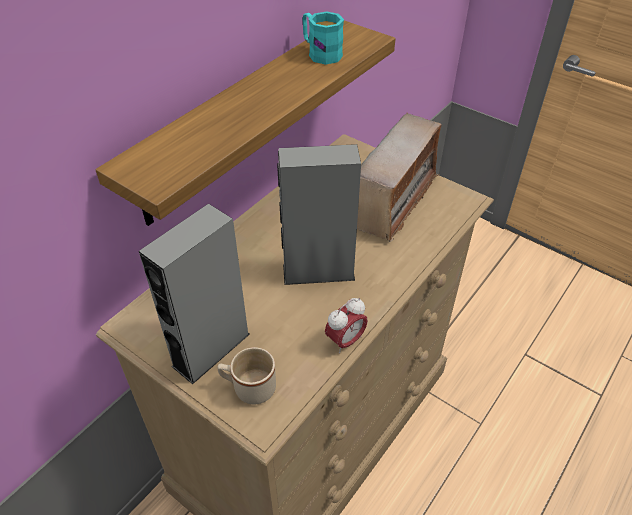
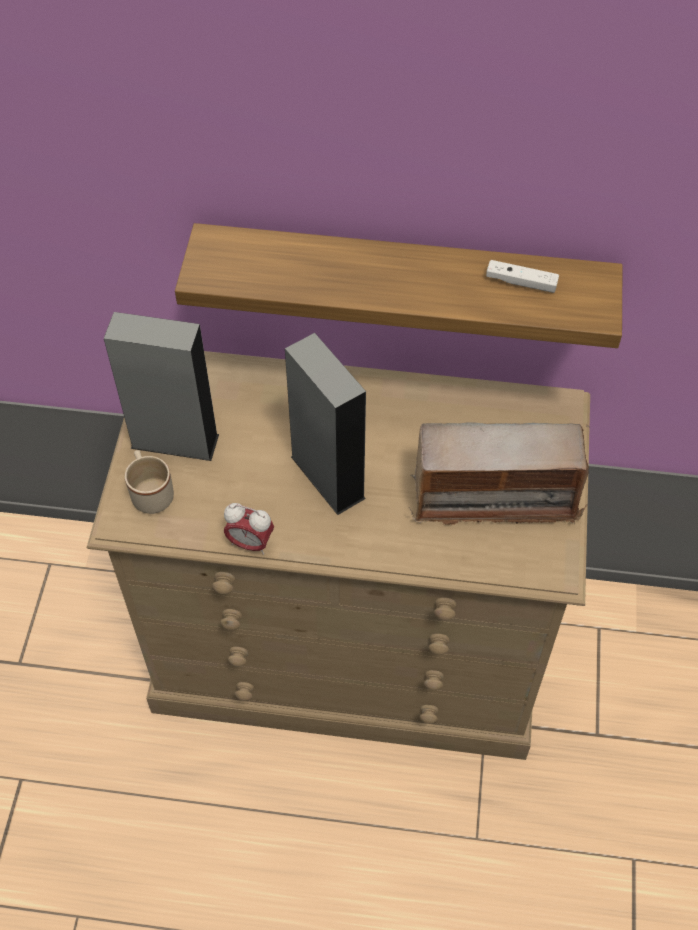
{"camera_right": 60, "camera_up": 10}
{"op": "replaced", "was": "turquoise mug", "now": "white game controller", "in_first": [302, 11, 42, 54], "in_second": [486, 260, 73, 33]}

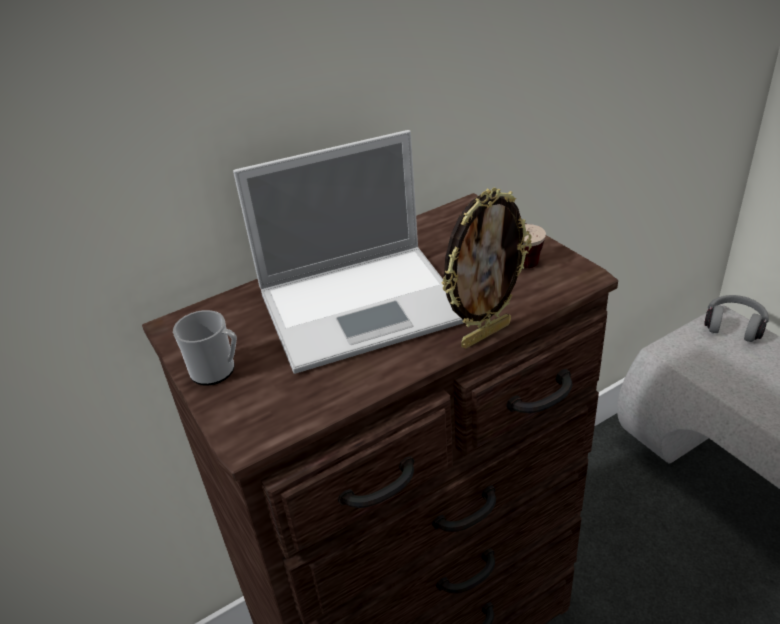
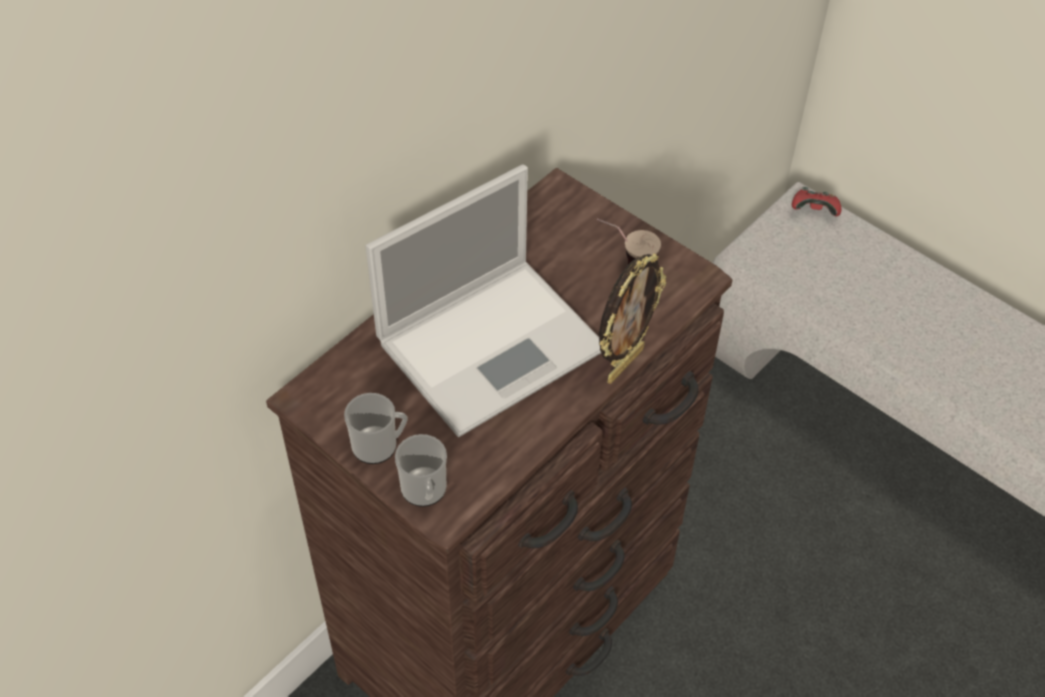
{"camera_right": -20, "camera_up": 15}
{"op": "added", "now": "mug", "in_second": [395, 434, 52, 73]}
{"op": "replaced", "was": "grey headphones", "now": "red game controller", "in_first": [704, 295, 65, 47], "in_second": [792, 187, 49, 29]}

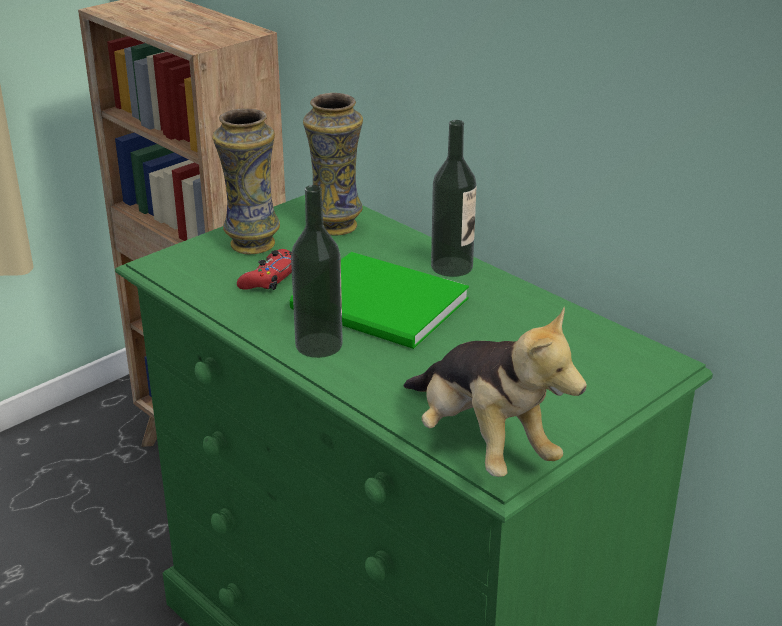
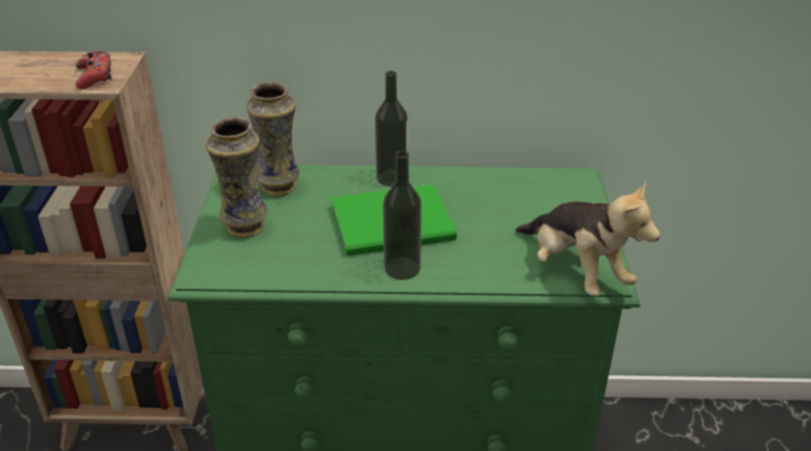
{"camera_right": -45, "camera_up": 5}
{"op": "moved", "was": "red game controller", "in_first": [237, 249, 55, 41], "in_second": [76, 51, 36, 38]}
{"op": "turned", "was": "plush toy", "in_first": [404, 307, 183, 170], "in_second": [515, 181, 145, 115], "clockwise": 45}

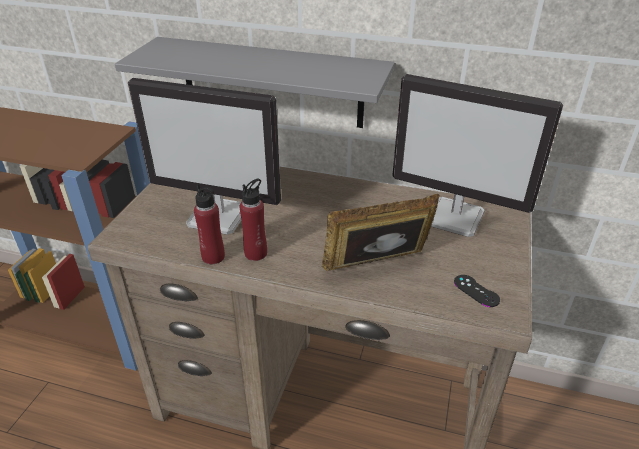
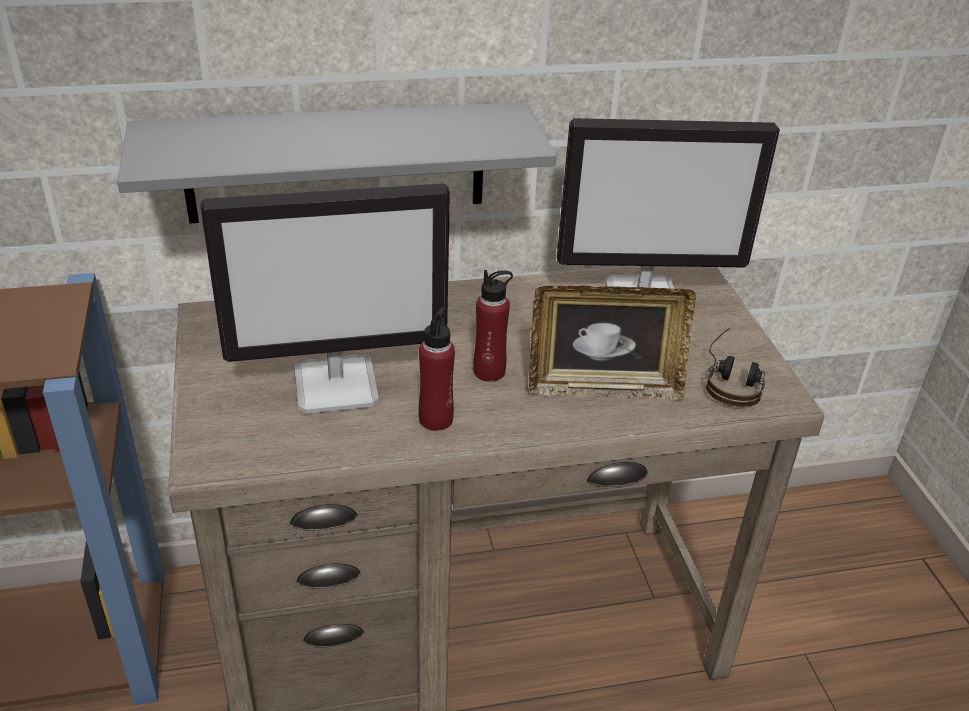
{"camera_right": -30, "camera_up": 0}
{"op": "moved", "was": "red bottle", "in_first": [194, 184, 31, 80], "in_second": [473, 270, 40, 112]}
{"op": "replaced", "was": "black game controller", "now": "headphones", "in_first": [454, 275, 46, 32], "in_second": [706, 328, 59, 79]}
{"op": "turned", "was": "picture frame", "in_first": [322, 194, 118, 77], "in_second": [529, 285, 167, 115], "clockwise": -135}

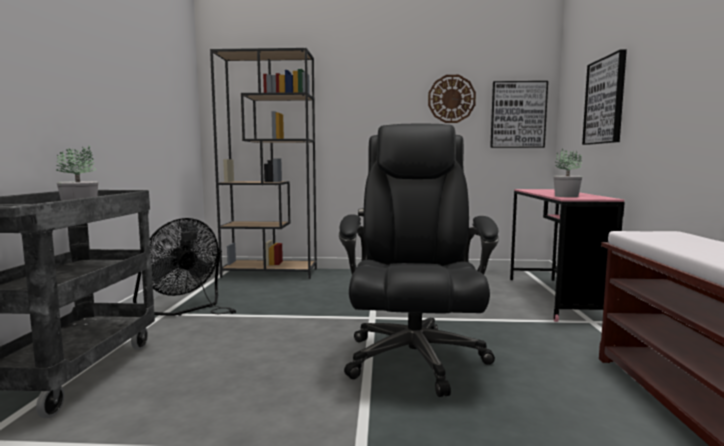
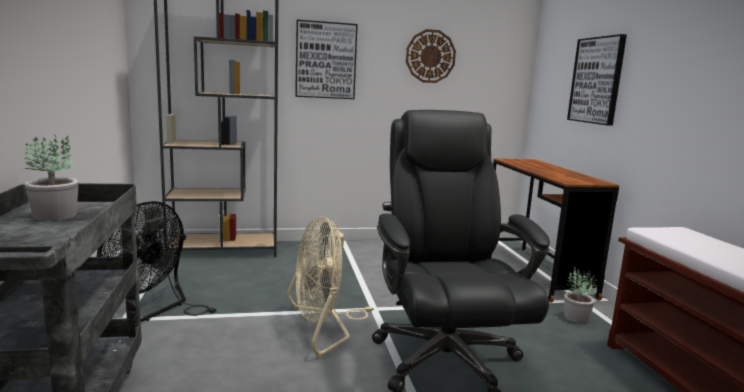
{"camera_right": -15, "camera_up": 5}
{"op": "added", "now": "beige fan", "in_second": [288, 217, 86, 142]}
{"op": "moved", "was": "picture", "in_first": [490, 81, 58, 67], "in_second": [295, 20, 63, 79]}
{"op": "moved", "was": "potted plant", "in_first": [553, 149, 29, 48], "in_second": [564, 267, 33, 56]}
{"op": "recoloured", "was": "pink desk", "now": "brown desk", "in_first": [510, 189, 115, 133], "in_second": [493, 159, 126, 143]}

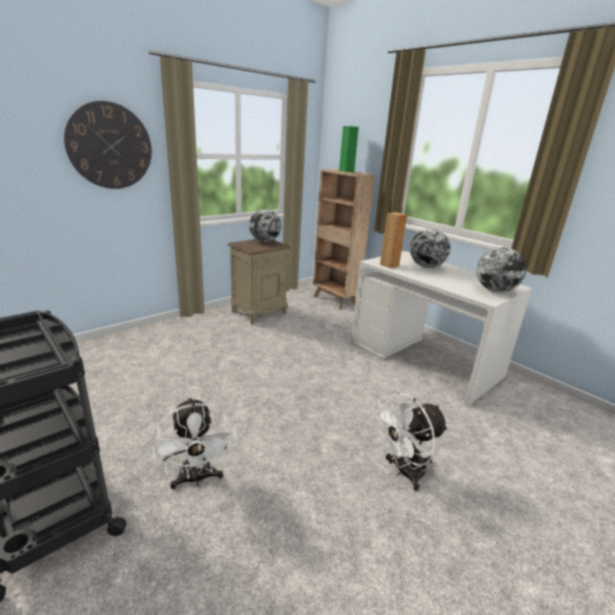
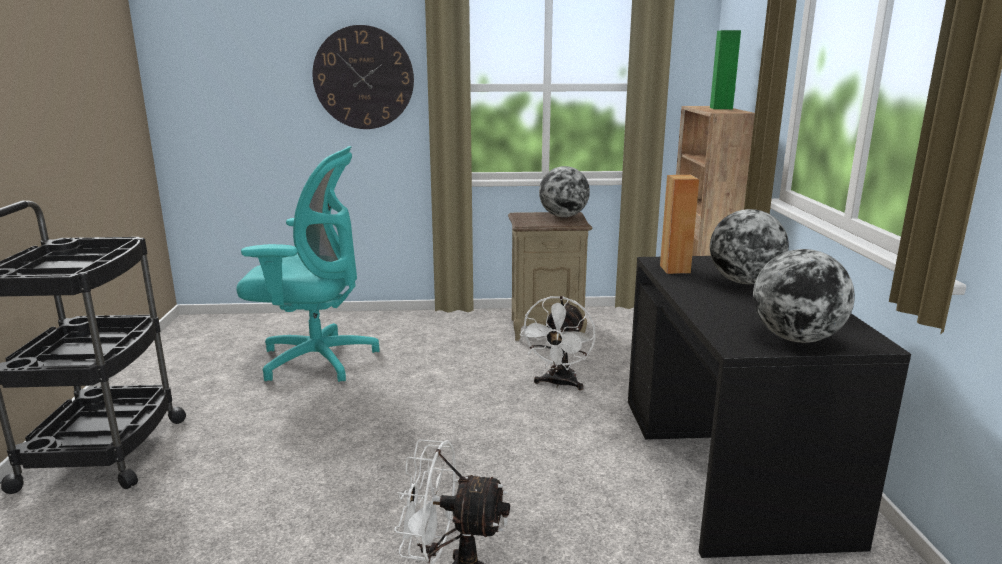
{"camera_right": 40, "camera_up": -5}
{"op": "added", "now": "turquoise office chair", "in_second": [236, 146, 143, 236]}
{"op": "moved", "was": "white fan", "in_first": [153, 397, 83, 92], "in_second": [520, 296, 76, 94]}
{"op": "recoloured", "was": "white desk", "now": "black desk", "in_first": [351, 251, 181, 155], "in_second": [628, 256, 283, 302]}

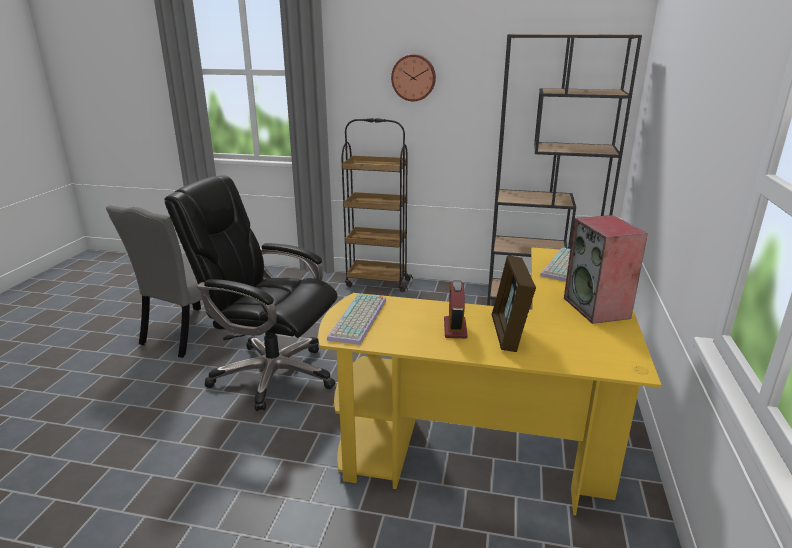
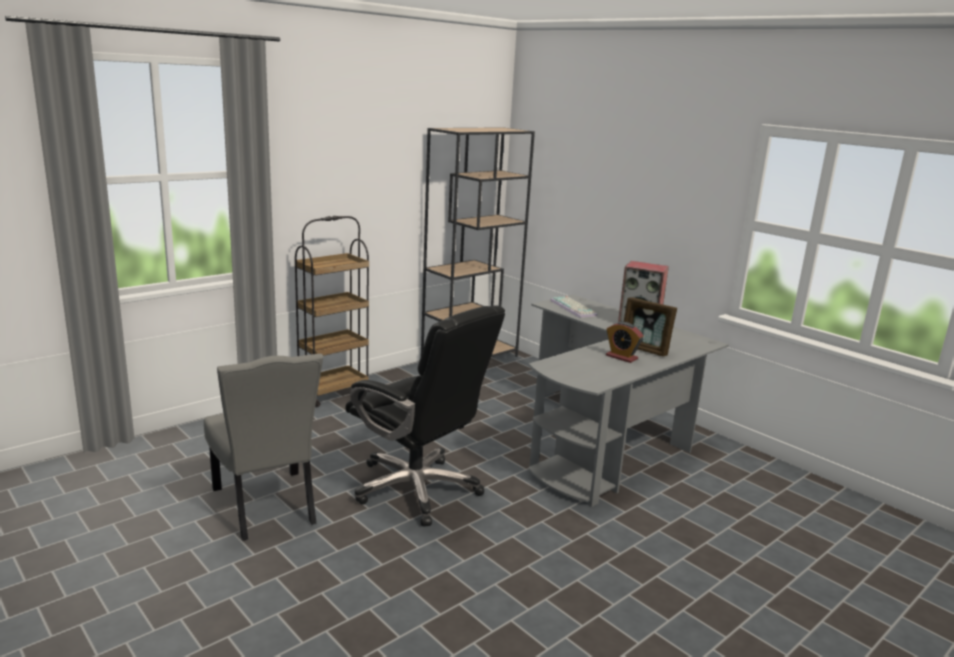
{"camera_right": -55, "camera_up": -5}
{"op": "removed", "was": "keyboard", "in_first": [327, 294, 59, 51]}
{"op": "removed", "was": "wall clock", "in_first": [391, 54, 45, 47]}
{"op": "recoloured", "was": "yellow desk", "now": "grey desk", "in_first": [318, 247, 343, 268], "in_second": [528, 294, 201, 213]}
{"op": "turned", "was": "black office chair", "in_first": [164, 175, 174, 236], "in_second": [345, 305, 160, 222], "clockwise": -105}

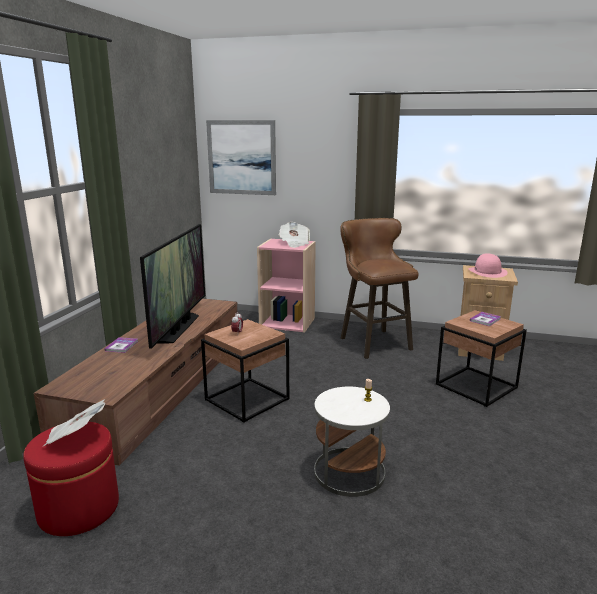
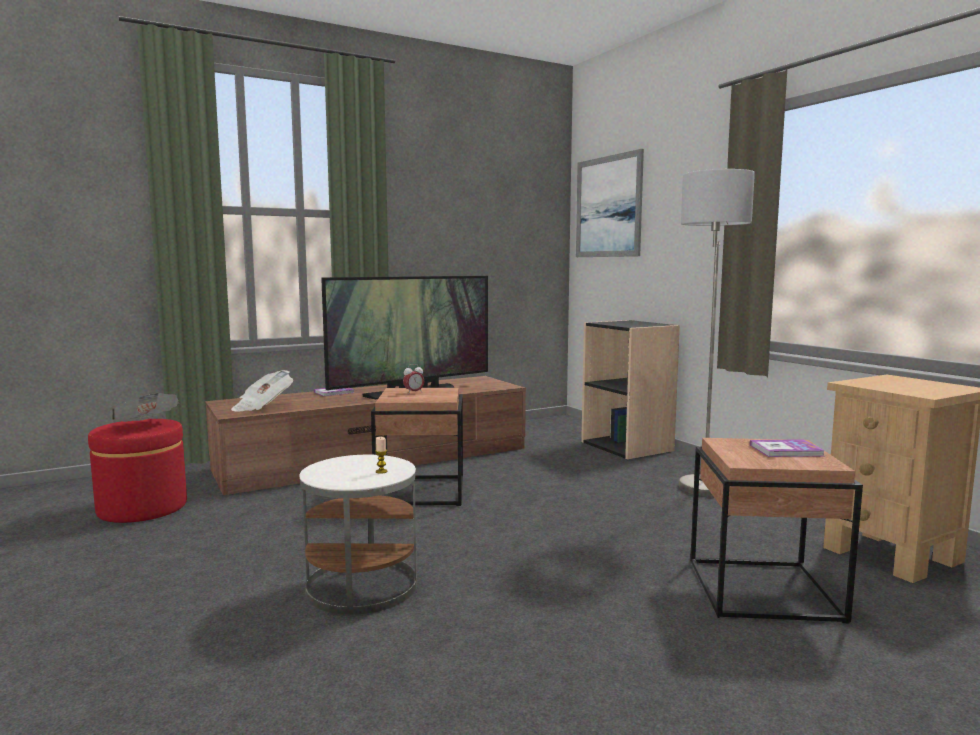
{"camera_right": 45, "camera_up": -10}
{"op": "removed", "was": "pink hat", "in_first": [469, 253, 39, 25]}
{"op": "moved", "was": "newspaper", "in_first": [278, 222, 32, 26], "in_second": [231, 370, 62, 42]}
{"op": "replaced", "was": "brown stool", "now": "grey floor lamp", "in_first": [340, 218, 79, 141], "in_second": [679, 169, 76, 328]}
{"op": "recoloured", "was": "pink bookcase", "now": "black bookcase", "in_first": [257, 239, 59, 93], "in_second": [581, 320, 99, 139]}

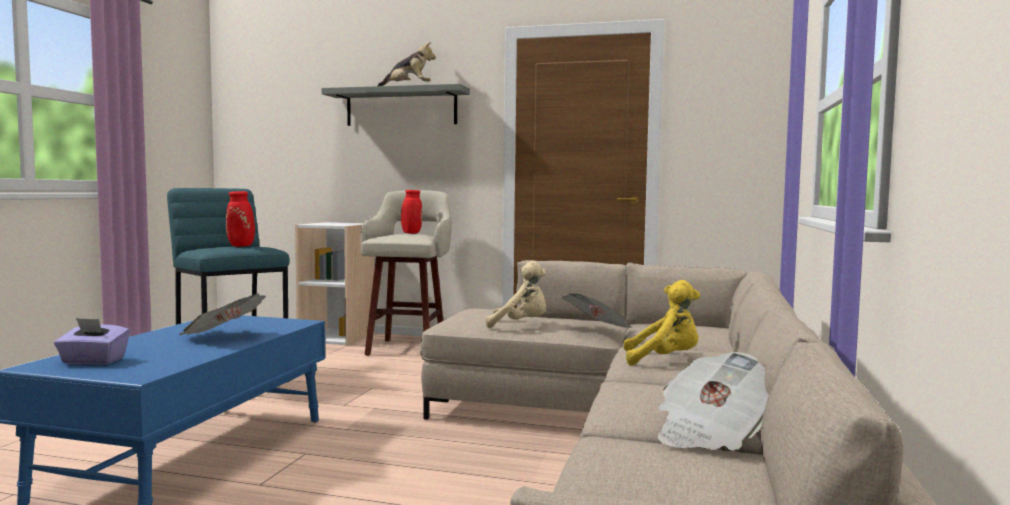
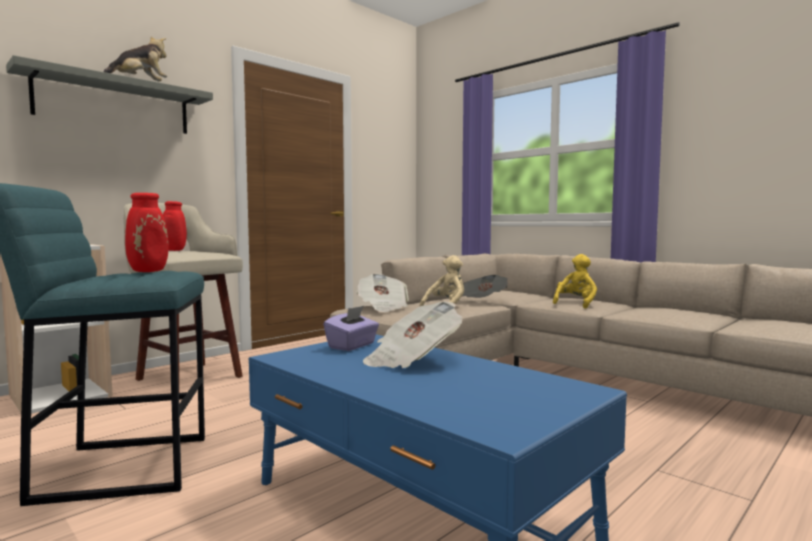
{"camera_right": -60, "camera_up": 0}
{"op": "moved", "was": "purple tissue box", "in_first": [54, 318, 76, 47], "in_second": [323, 306, 56, 45]}
{"op": "moved", "was": "newspaper", "in_first": [658, 352, 111, 98], "in_second": [356, 273, 53, 39]}

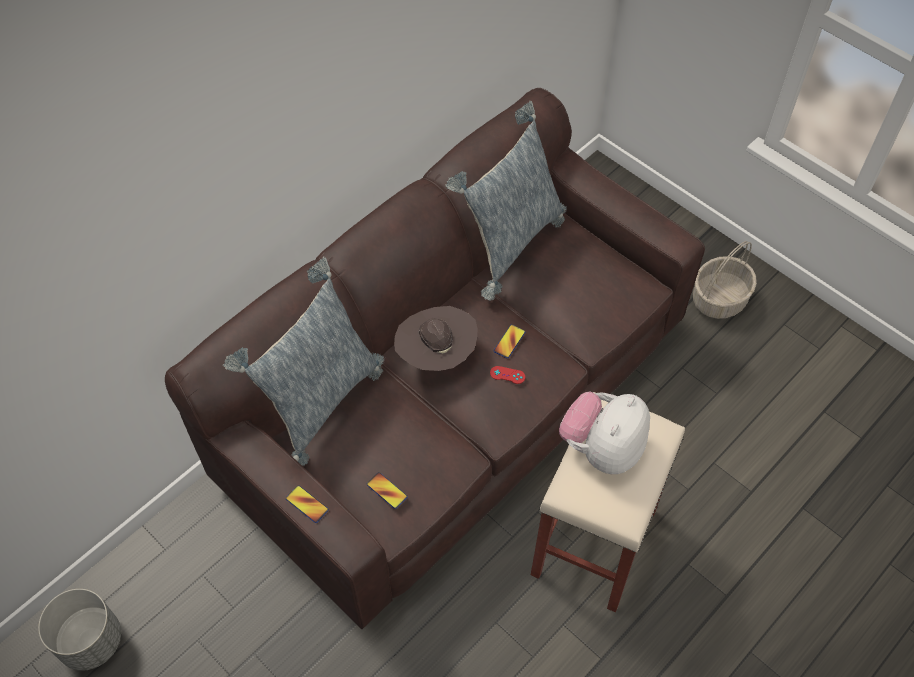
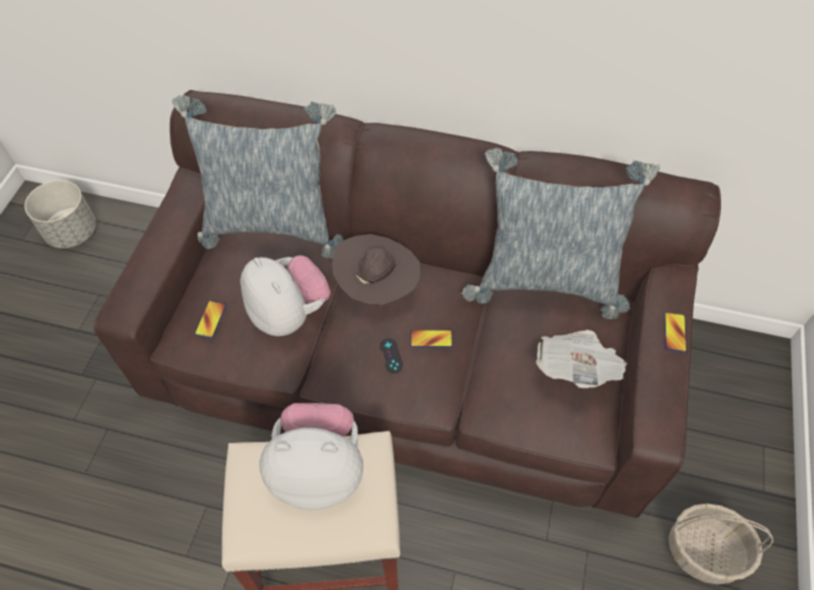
{"camera_right": 60, "camera_up": 0}
{"op": "added", "now": "plush toy", "in_second": [240, 255, 91, 81]}
{"op": "added", "now": "newspaper", "in_second": [536, 330, 91, 58]}
{"op": "moved", "was": "phone", "in_first": [286, 485, 43, 38], "in_second": [664, 312, 23, 41]}
{"op": "recoloured", "was": "red game controller", "now": "black game controller", "in_first": [490, 366, 35, 18], "in_second": [380, 338, 23, 35]}

